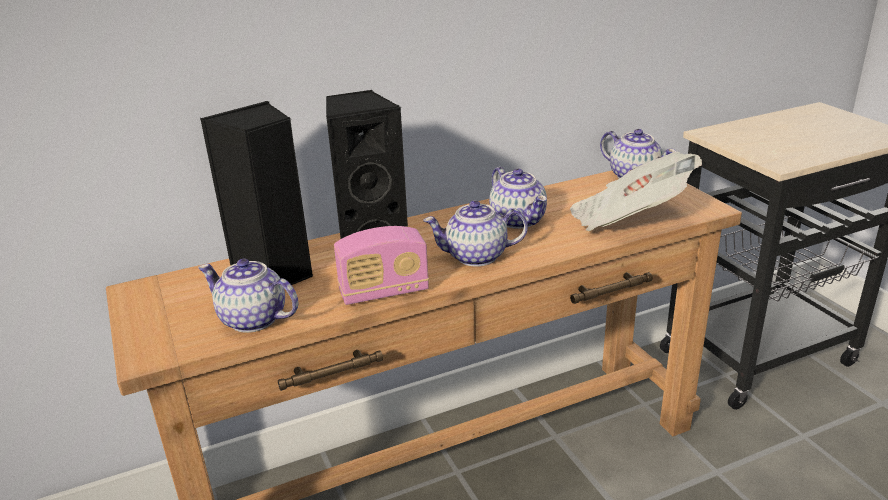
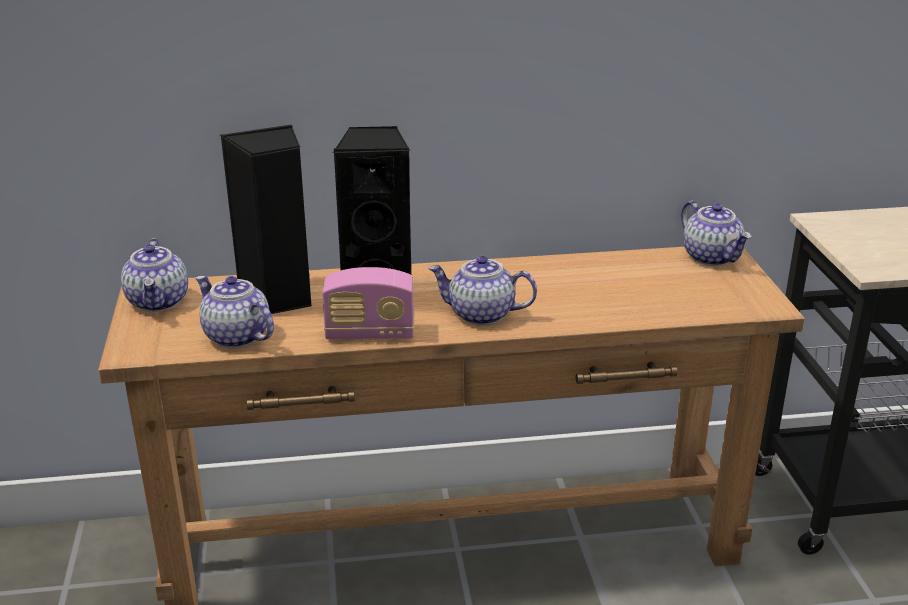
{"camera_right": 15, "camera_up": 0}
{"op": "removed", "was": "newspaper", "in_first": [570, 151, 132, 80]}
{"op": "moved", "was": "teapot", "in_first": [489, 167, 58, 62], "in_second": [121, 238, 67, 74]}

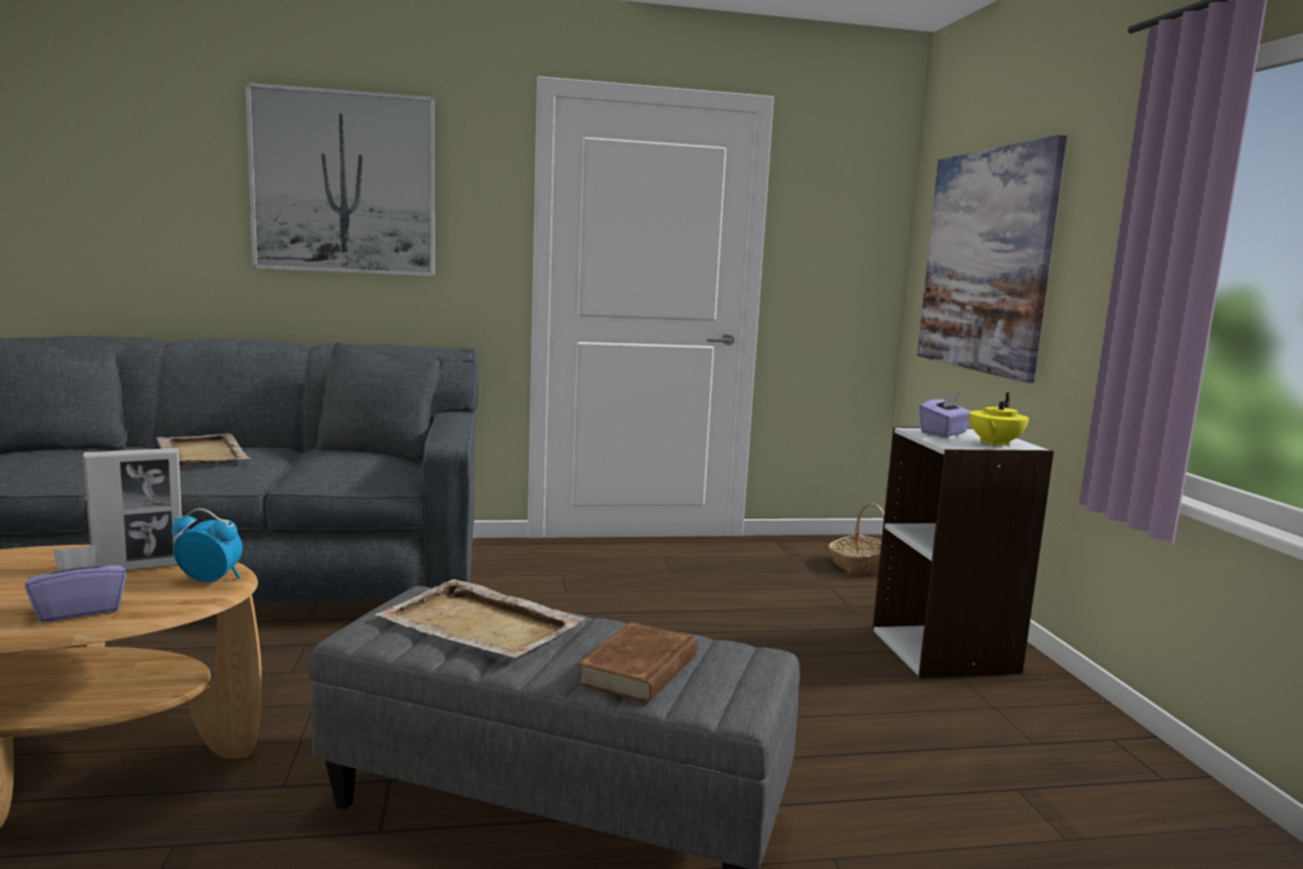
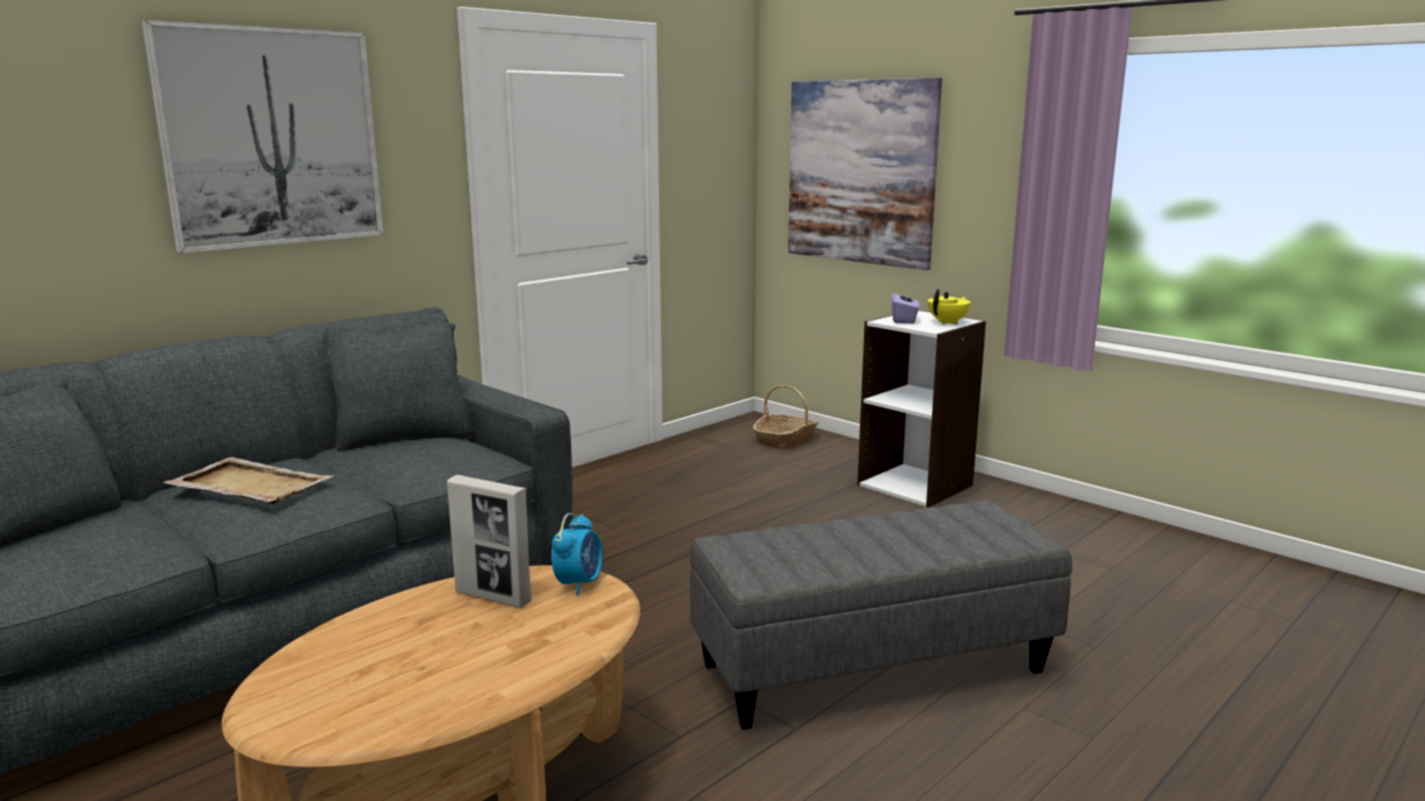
{"camera_right": -35, "camera_up": 5}
{"op": "removed", "was": "purple tissue box", "in_first": [25, 545, 101, 77]}
{"op": "removed", "was": "beige tray", "in_first": [375, 579, 211, 79]}
{"op": "removed", "was": "brown book", "in_first": [577, 622, 120, 81]}
{"op": "turned", "was": "picture frame", "in_first": [83, 448, 100, 123], "in_second": [447, 475, 85, 133], "clockwise": 90}
{"op": "turned", "was": "alarm clock", "in_first": [172, 508, 71, 74], "in_second": [551, 513, 51, 83], "clockwise": 135}
{"op": "turned", "was": "yellow teapot", "in_first": [969, 392, 60, 54], "in_second": [928, 289, 43, 35], "clockwise": -135}

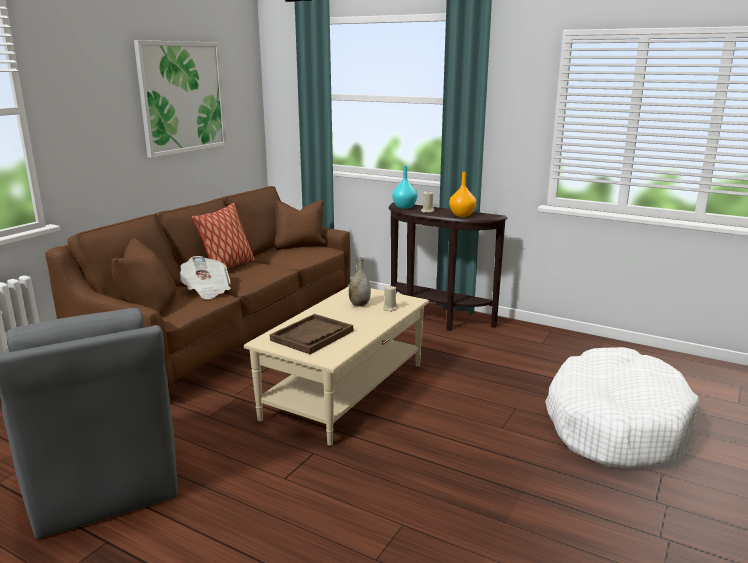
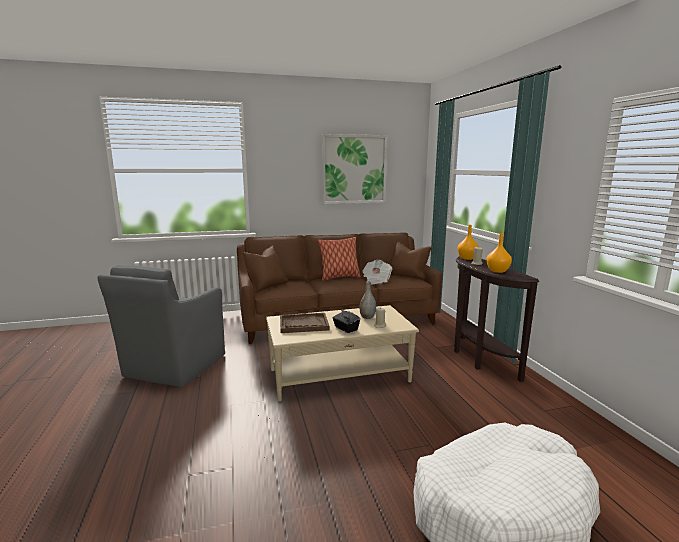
{"camera_right": 45, "camera_up": -5}
{"op": "added", "now": "black tissue box", "in_second": [333, 309, 27, 24]}
{"op": "moved", "was": "newspaper", "in_first": [180, 256, 51, 43], "in_second": [362, 260, 30, 25]}
{"op": "recoloured", "was": "turquoise vase", "now": "orange vase", "in_first": [392, 166, 25, 43], "in_second": [457, 225, 22, 35]}

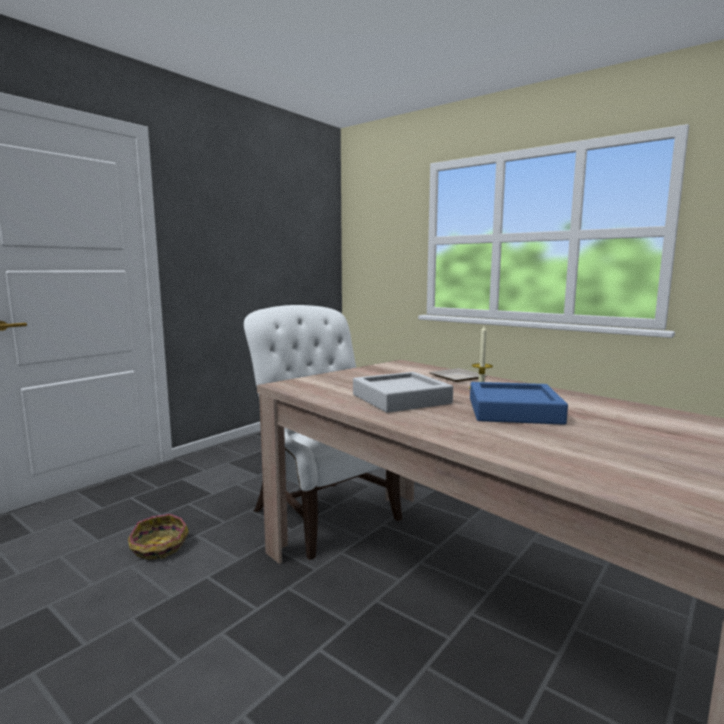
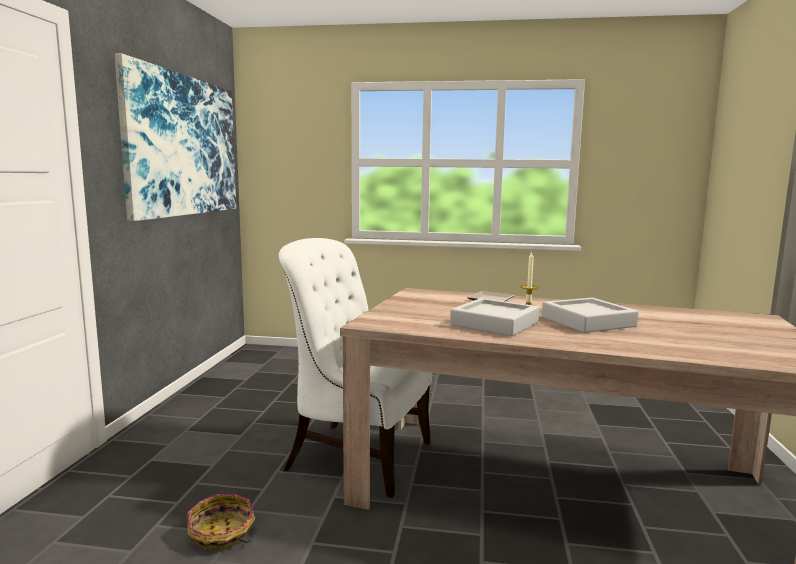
{"camera_right": -30, "camera_up": 0}
{"op": "added", "now": "picture", "in_second": [115, 53, 121, 168]}
{"op": "recoloured", "was": "blue tray", "now": "grey tray", "in_first": [470, 382, 98, 43], "in_second": [542, 298, 96, 35]}

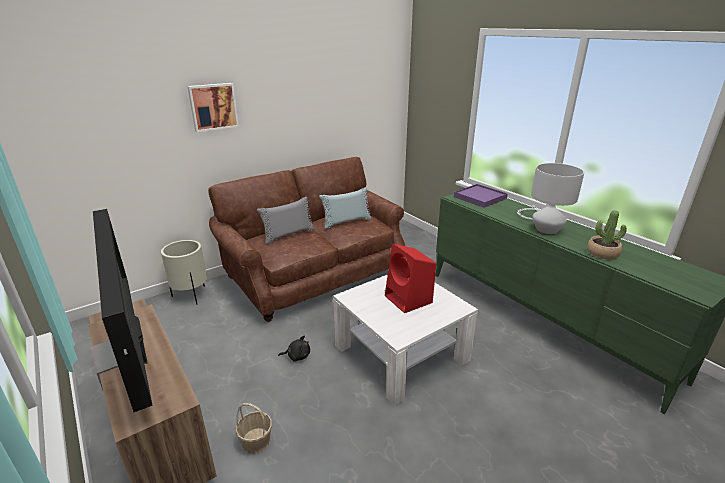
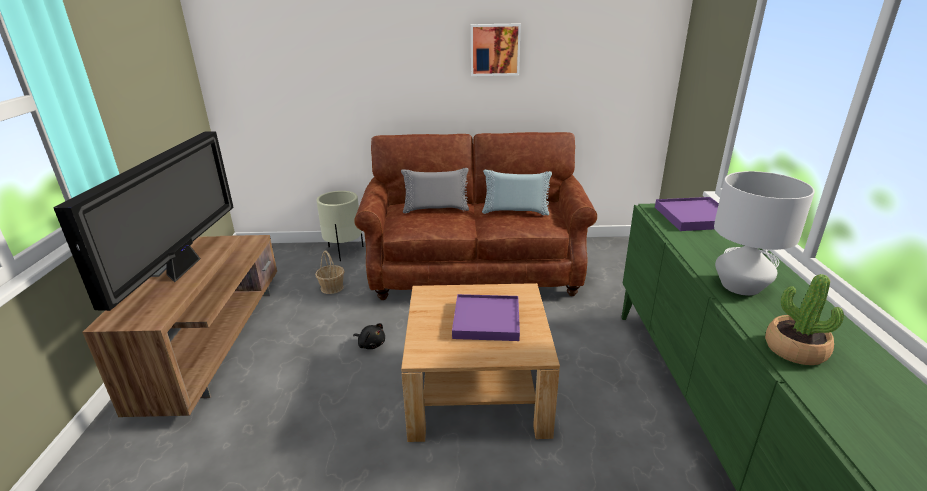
{"camera_right": 35, "camera_up": 0}
{"op": "moved", "was": "picture", "in_first": [187, 83, 52, 49], "in_second": [471, 23, 50, 53]}
{"op": "moved", "was": "basket", "in_first": [236, 403, 36, 51], "in_second": [315, 250, 30, 44]}
{"op": "replaced", "was": "red speaker", "now": "purple tray", "in_first": [385, 244, 51, 69], "in_second": [452, 294, 68, 47]}
{"op": "recoloured", "was": "white coffee table", "now": "brown coffee table", "in_first": [333, 275, 145, 131], "in_second": [401, 283, 159, 159]}

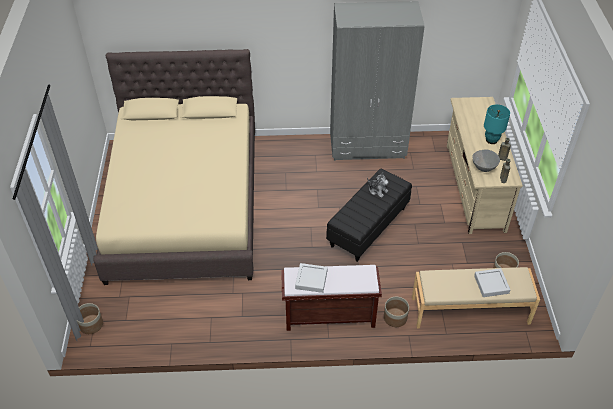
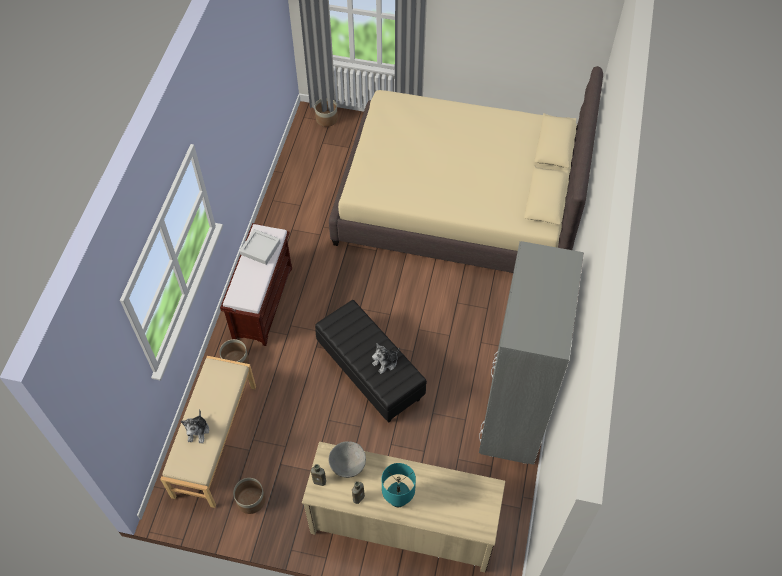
{"camera_right": 105, "camera_up": 10}
{"op": "replaced", "was": "grey tray", "now": "plush toy", "in_first": [474, 268, 36, 29], "in_second": [181, 409, 28, 35]}

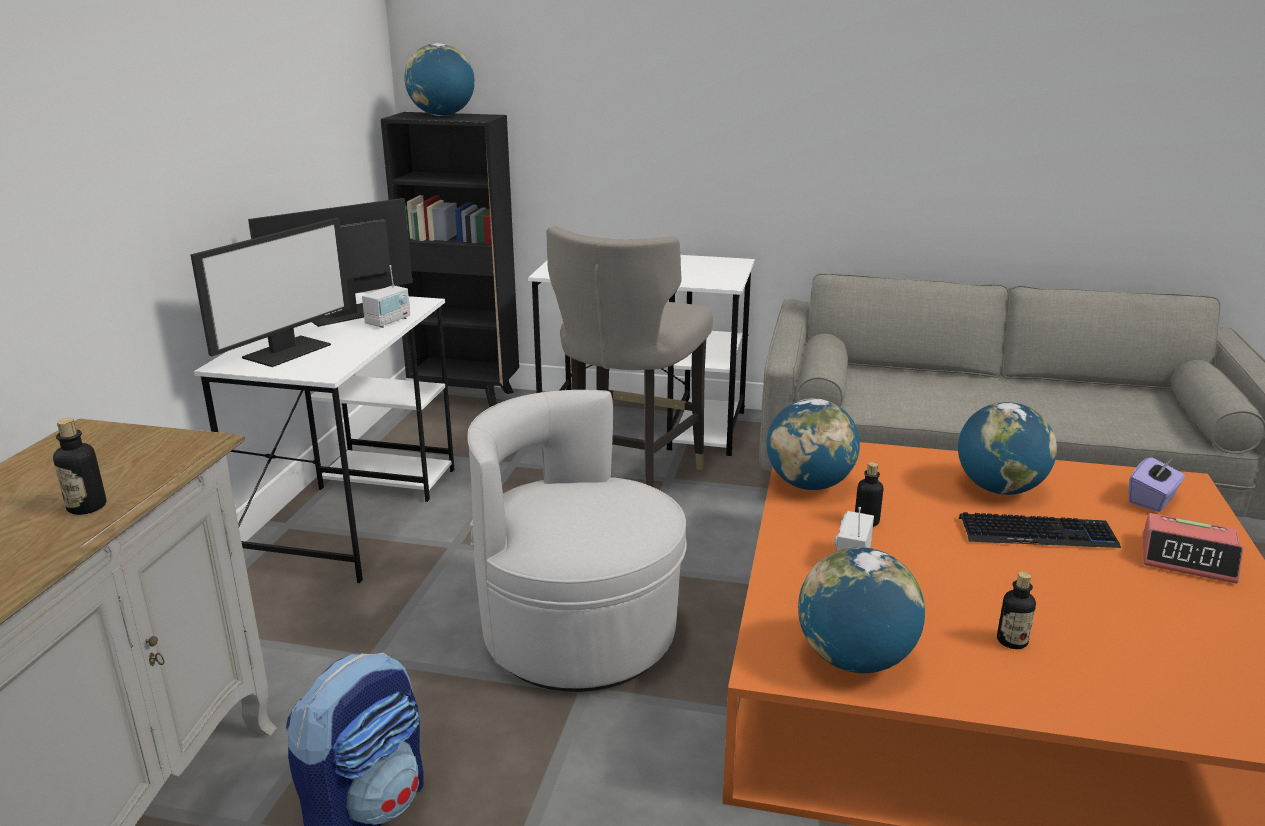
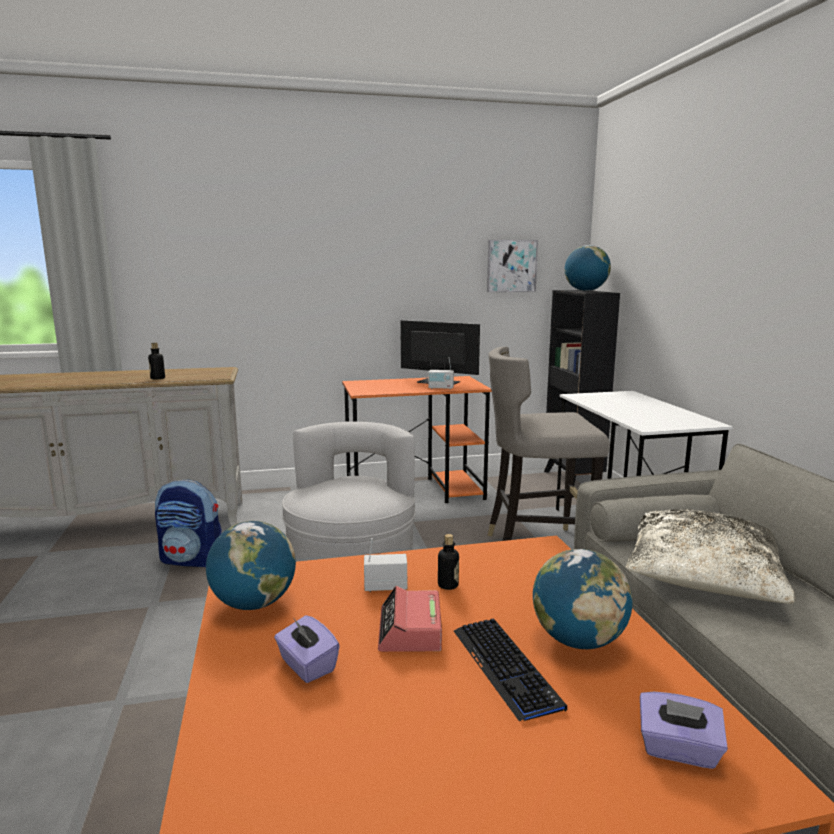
{"camera_right": 65, "camera_up": -10}
{"op": "removed", "was": "monitor", "in_first": [190, 218, 160, 149]}
{"op": "removed", "was": "globe", "in_first": [767, 398, 93, 92]}
{"op": "added", "now": "picture", "in_second": [487, 240, 51, 52]}
{"op": "added", "now": "beige pillow", "in_second": [626, 509, 171, 95]}
{"op": "moved", "was": "alarm clock", "in_first": [1143, 513, 101, 71], "in_second": [378, 586, 64, 66]}
{"op": "replaced", "was": "bottle", "now": "purple tissue box", "in_first": [997, 571, 39, 78], "in_second": [274, 615, 66, 68]}
{"op": "recoloured", "was": "white desk", "now": "orange desk", "in_first": [194, 293, 261, 290], "in_second": [342, 376, 150, 127]}

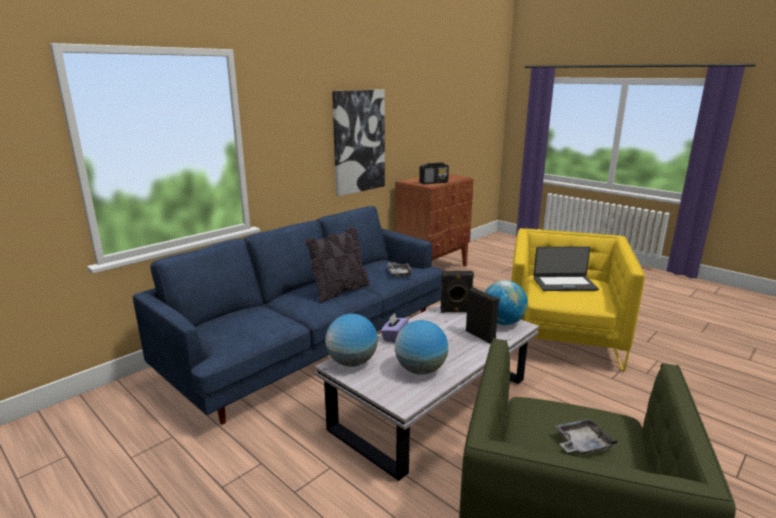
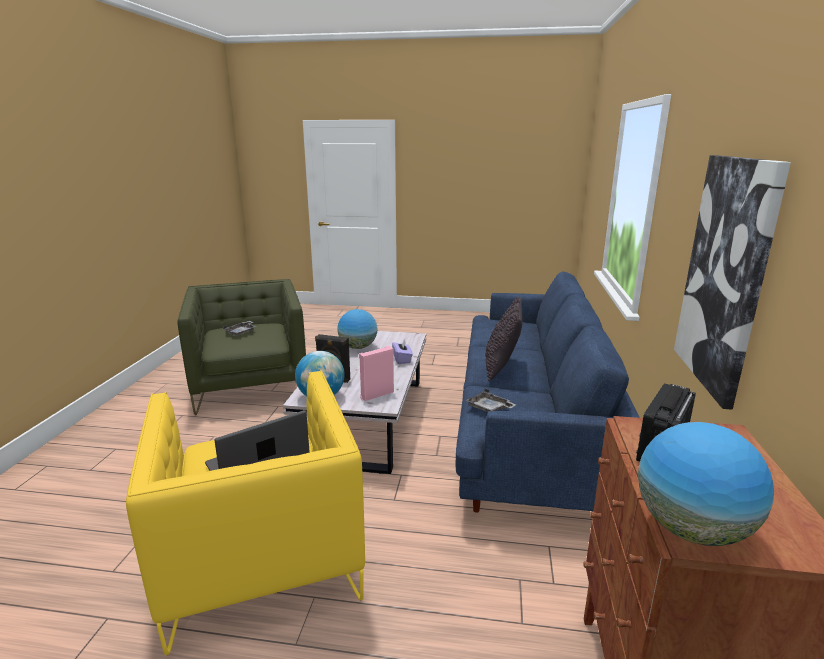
{"camera_right": 145, "camera_up": 0}
{"op": "moved", "was": "globe", "in_first": [325, 314, 53, 53], "in_second": [638, 422, 136, 124]}
{"op": "recoloured", "was": "black speaker", "now": "pink speaker", "in_first": [441, 271, 33, 42], "in_second": [359, 346, 35, 55]}

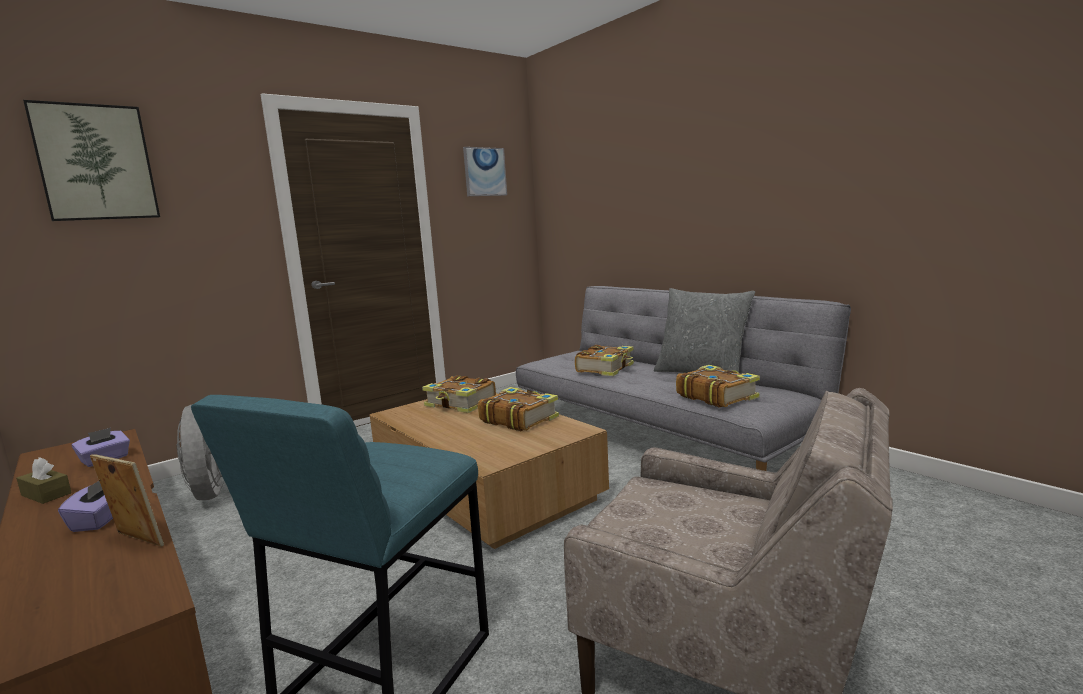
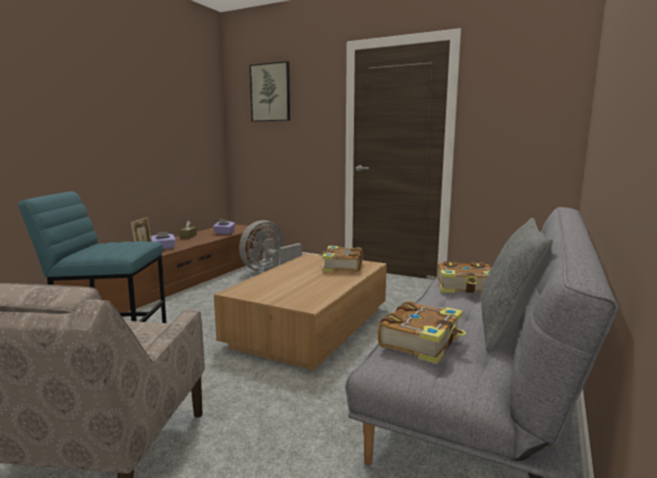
{"camera_right": 65, "camera_up": 0}
{"op": "removed", "was": "picture", "in_first": [463, 147, 44, 49]}
{"op": "removed", "was": "book", "in_first": [478, 387, 81, 44]}

